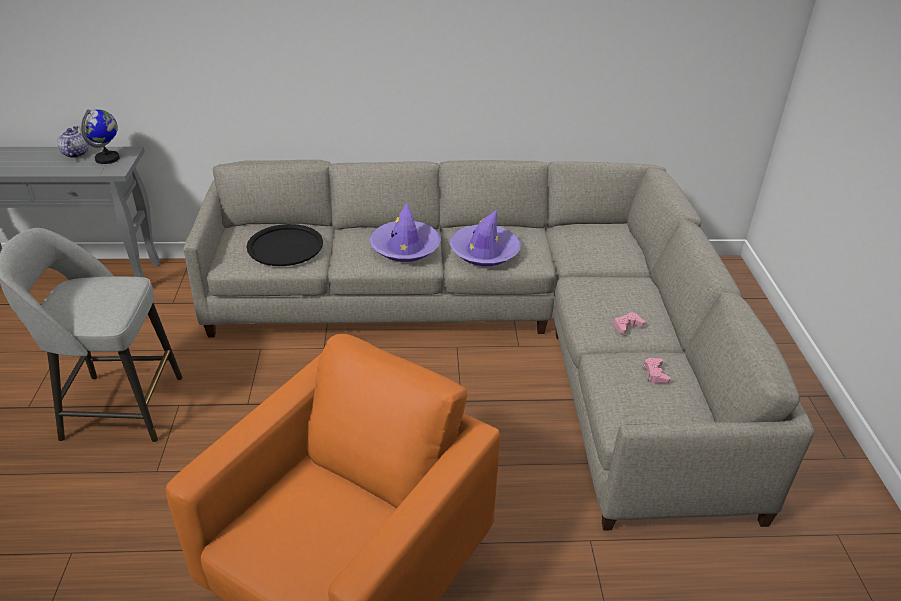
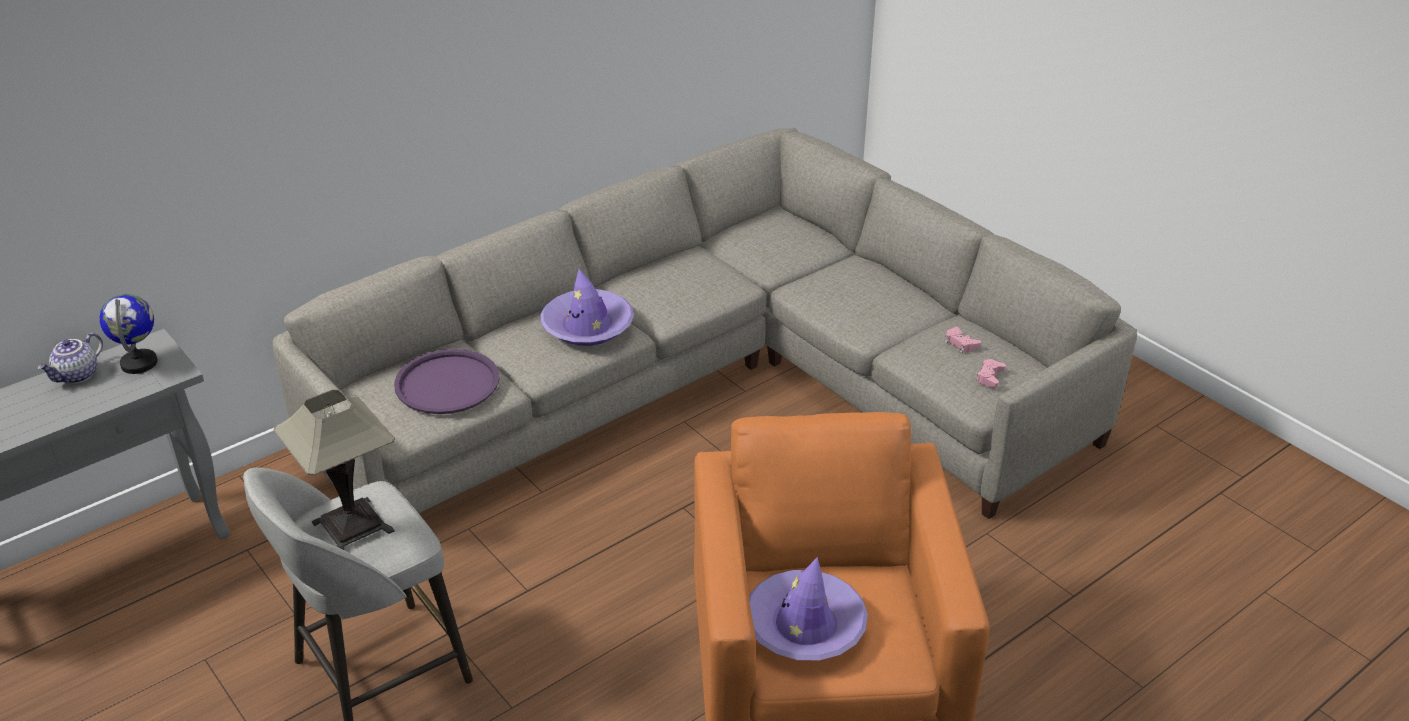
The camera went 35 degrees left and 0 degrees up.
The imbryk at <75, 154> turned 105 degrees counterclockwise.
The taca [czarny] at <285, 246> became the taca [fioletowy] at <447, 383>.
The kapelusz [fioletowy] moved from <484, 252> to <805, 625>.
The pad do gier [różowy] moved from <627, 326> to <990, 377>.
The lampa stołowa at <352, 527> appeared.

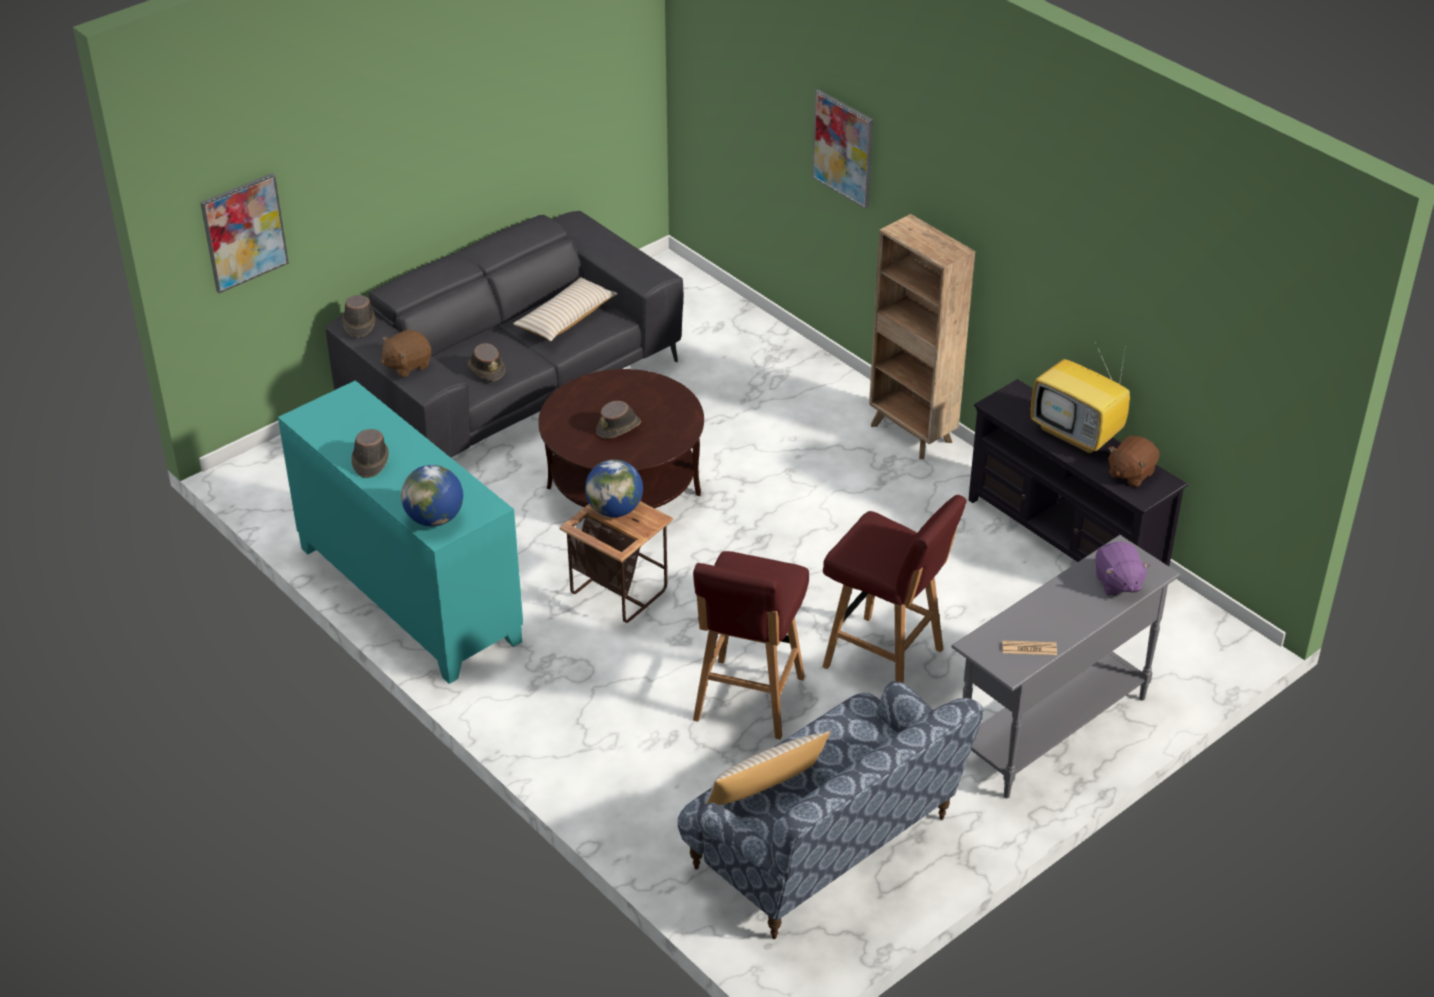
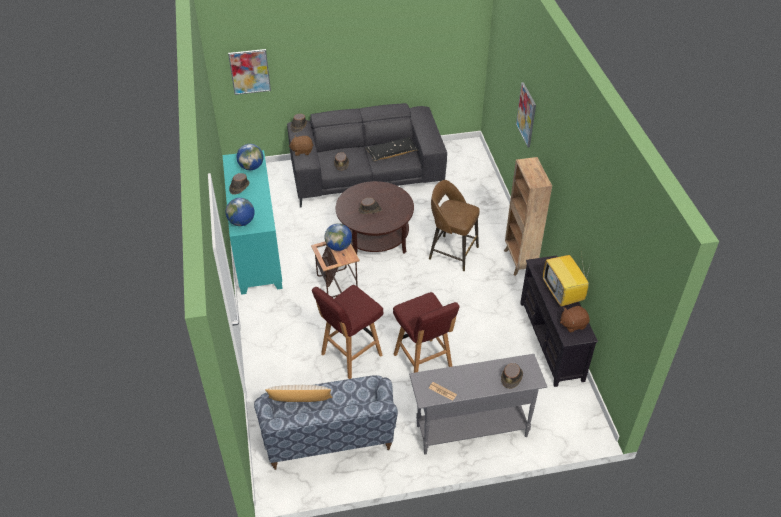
The camera went 30 degrees right and 5 degrees up.
The poduszka [beżowy] at <566, 318> became the poduszka [czarny] at <391, 153>.
The pluszak [fioletowy] at <1117, 583> was replaced by the kapelusz [brązowy] at <512, 377>.
The globus at <251, 167> appeared.
The stołek [brązowy] at <452, 252> appeared.

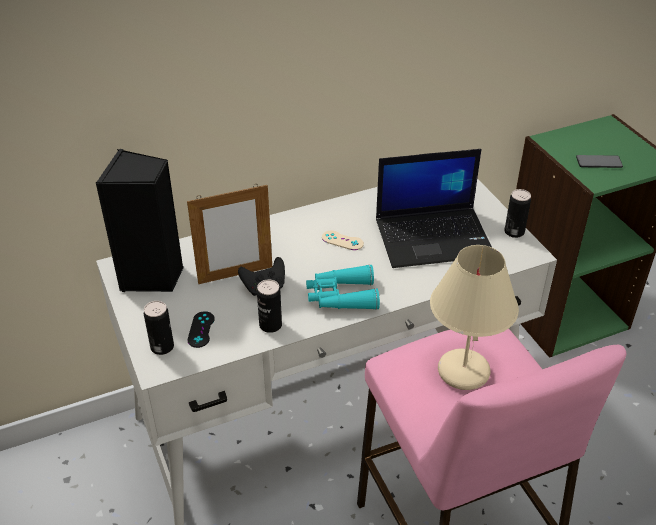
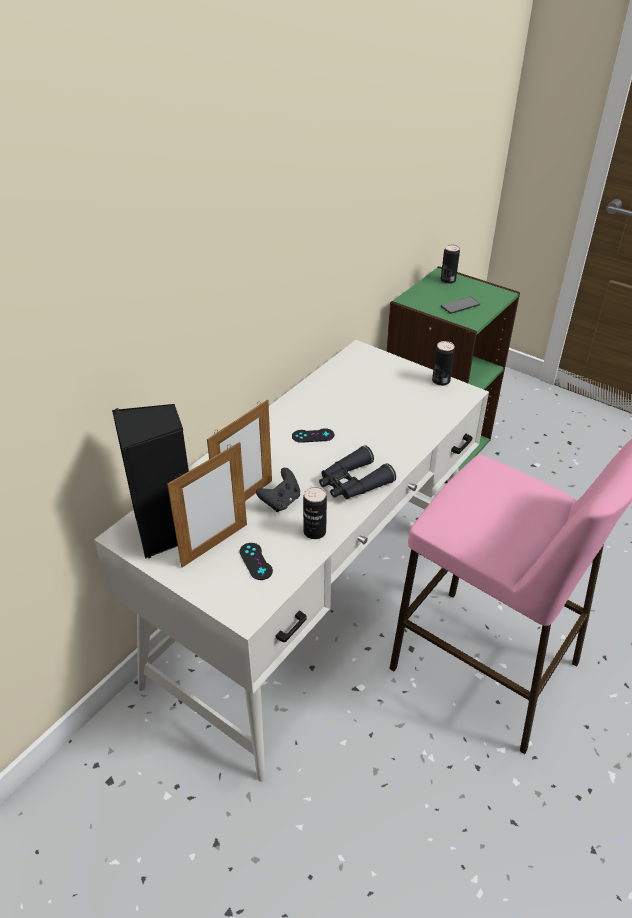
The camera went 30 degrees left and 0 degrees up.
The puszka moved from <162, 347> to <448, 280>.
The lornetka [turkusowy] at <341, 296> became the lornetka [czarny] at <353, 483>.
The pad do gier [beżowy] at <342, 240> became the pad do gier [czarny] at <313, 436>.
The laptop at <434, 237> disappeared.
The lampa stołowa [beżowy] at <462, 371> disappeared.
The ramka na zdjęcie at <214, 545> appeared.

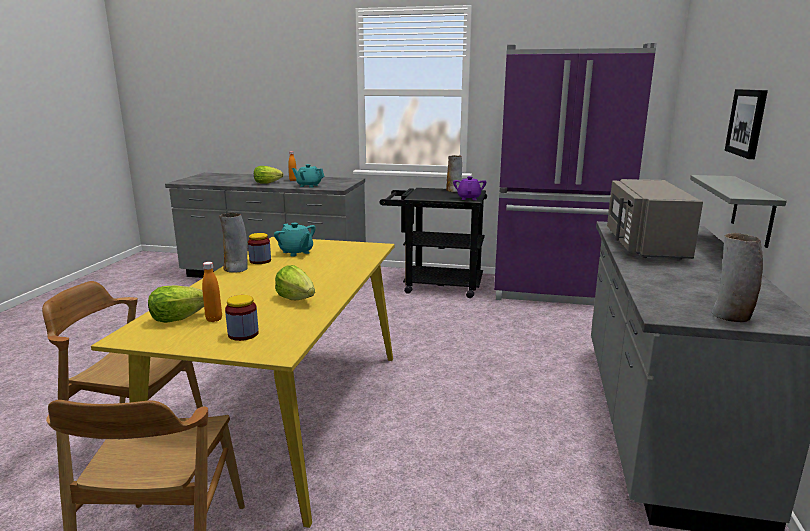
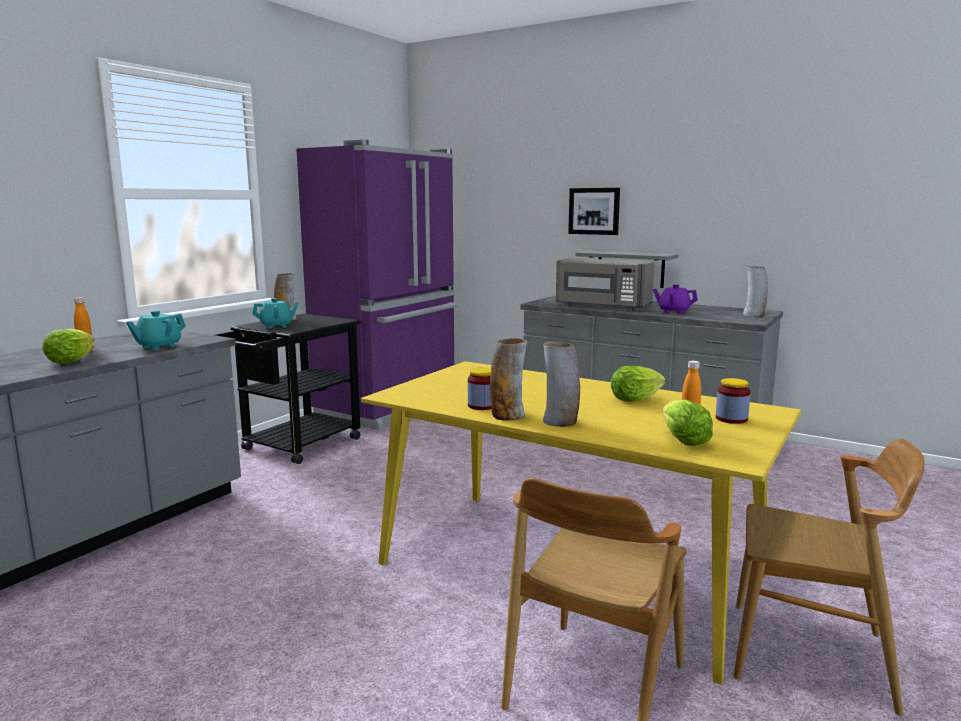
The camera went 70 degrees left and 5 degrees down.
The imbryk [turkusowy] moved from <296, 252> to <276, 326>.
The imbryk [fioletowy] moved from <469, 198> to <673, 312>.
The wazon at <560, 422> appeared.

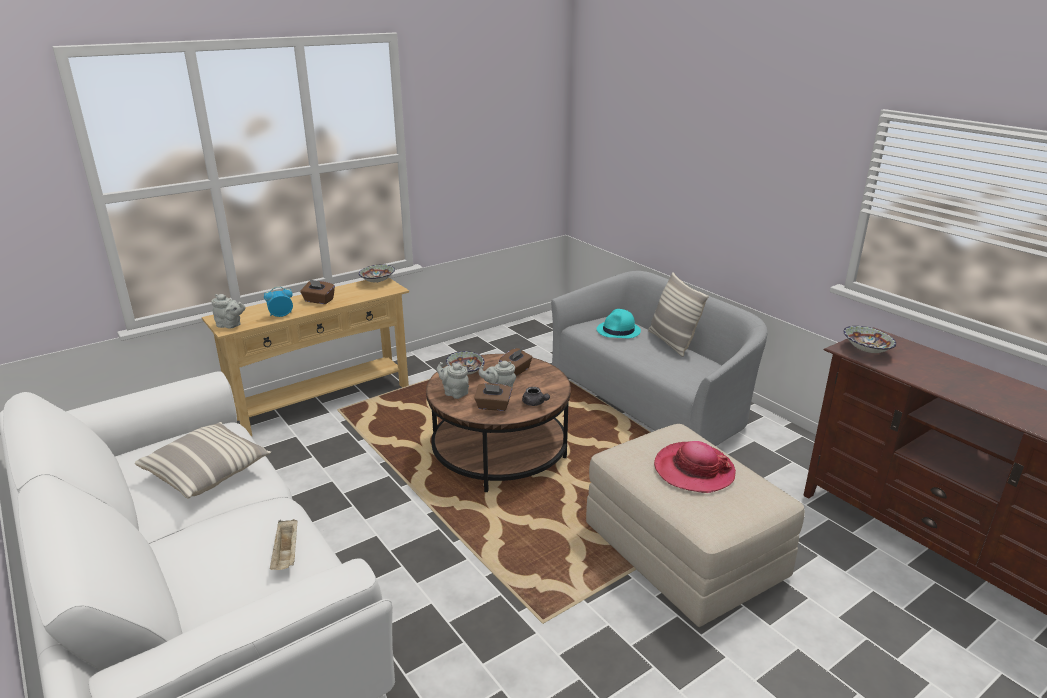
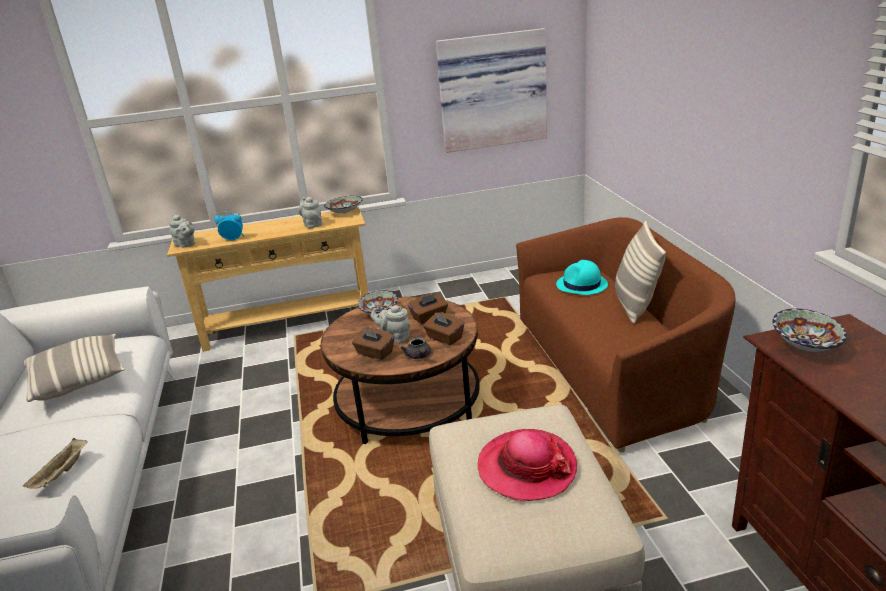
The camera went 25 degrees right and 0 degrees up.
The pudełko chusteczek [brązowy] moved from <318, 300> to <444, 338>.
The imbryk [szary] moved from <454, 393> to <312, 224>.
The kanapa [szary] at <652, 399> became the kanapa [brązowy] at <614, 369>.
The obraz at <492, 90> appeared.

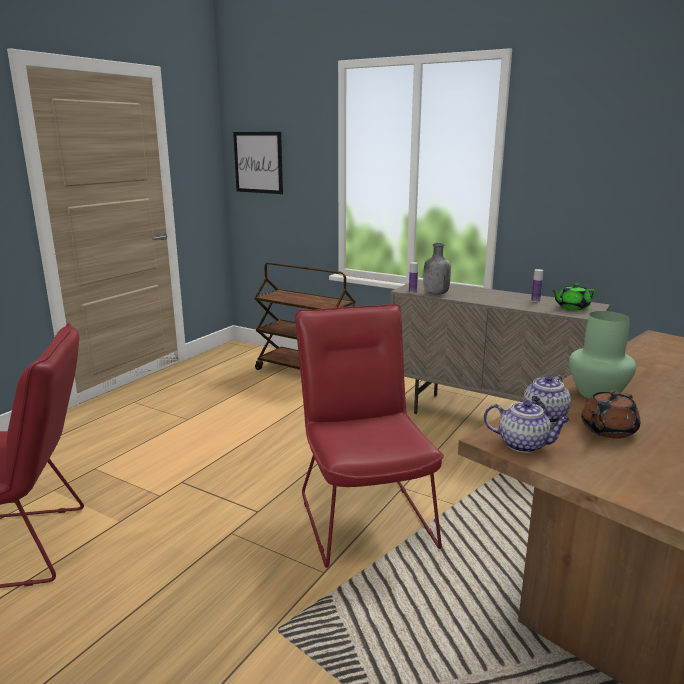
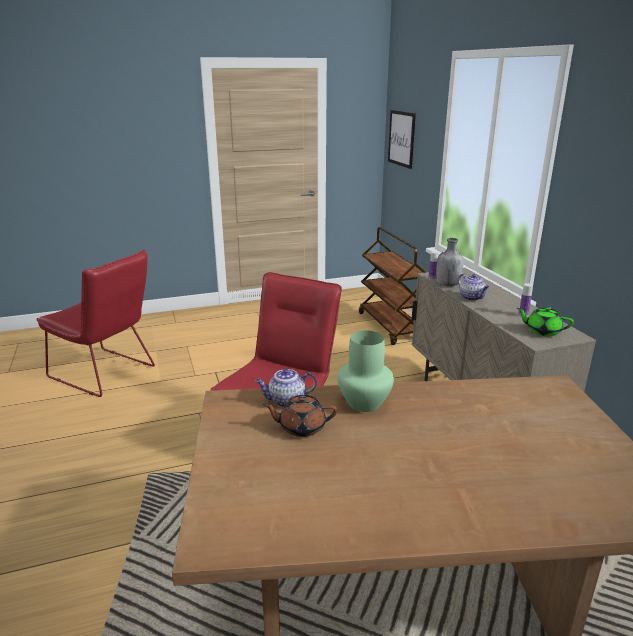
The camera went 40 degrees right and 5 degrees up.
The imbryk moved from <524, 444> to <472, 297>.

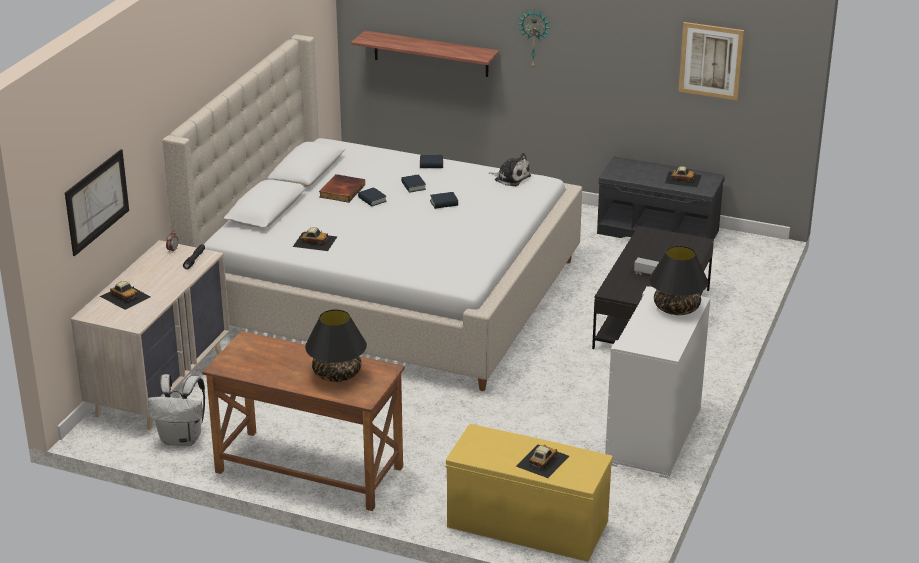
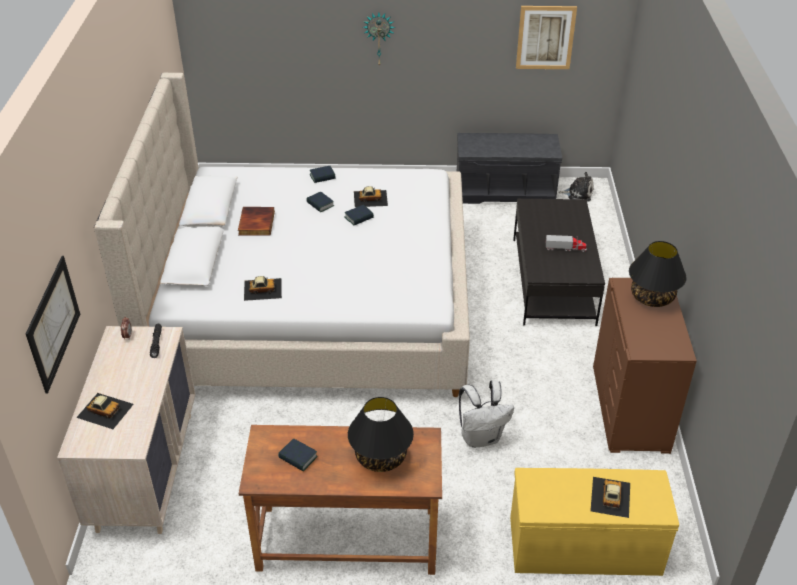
The camera went 20 degrees left and 10 degrees up.
The plecak [biały] moved from <182, 439> to <481, 437>.
The półka at <431, 54> disappeared.
The książka moved from <372, 200> to <298, 457>.
The pluszak moved from <511, 178> to <578, 193>.
The komoda [biały] at <655, 437> became the komoda [brązowy] at <631, 409>.
The samochodzik moved from <682, 179> to <370, 198>.

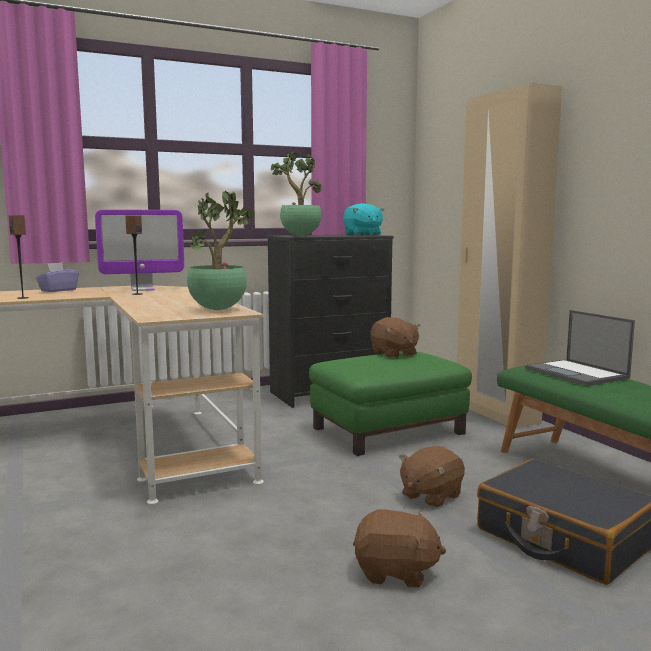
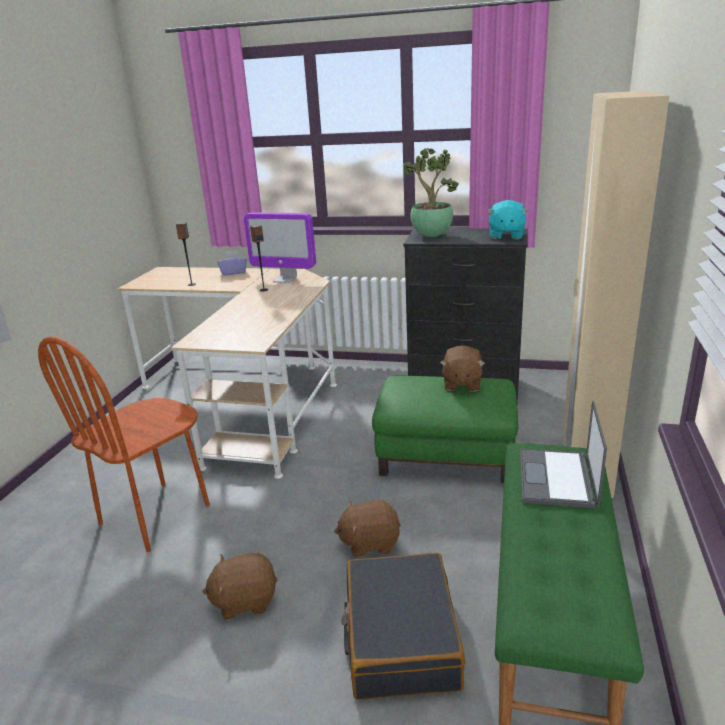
The camera went 40 degrees right and 15 degrees up.
The roślina doniczkowa at <219, 309> disappeared.
The pluszak [brązowy] at <395, 572> turned 120 degrees clockwise.
The krzesło [brązowy] at <155, 515> appeared.

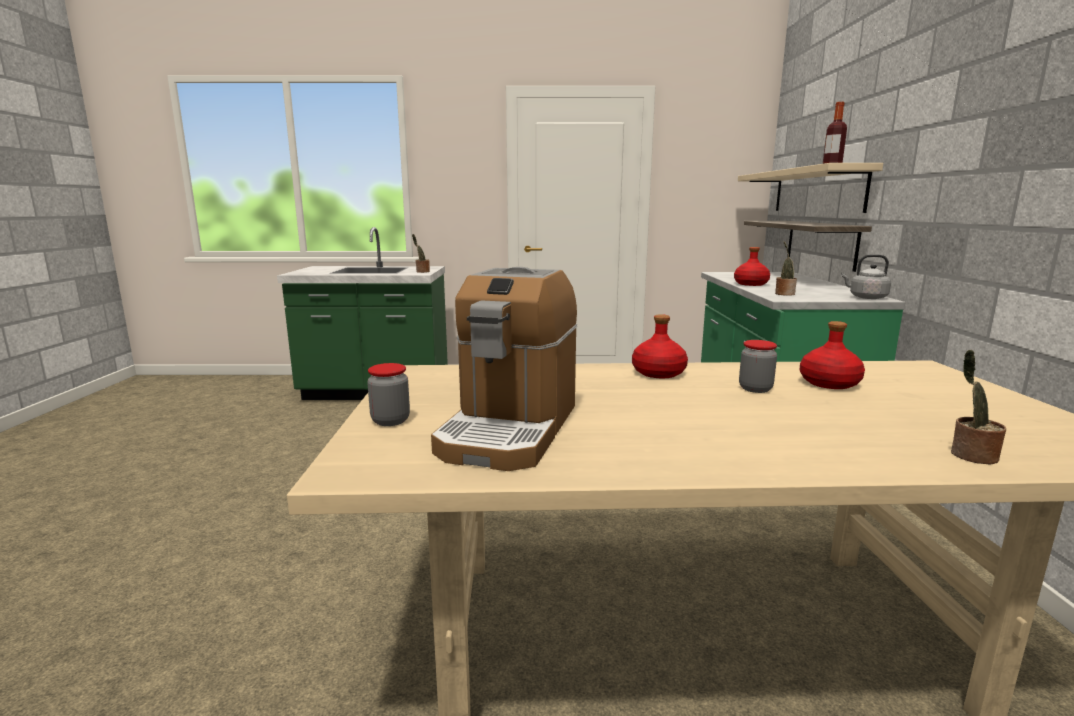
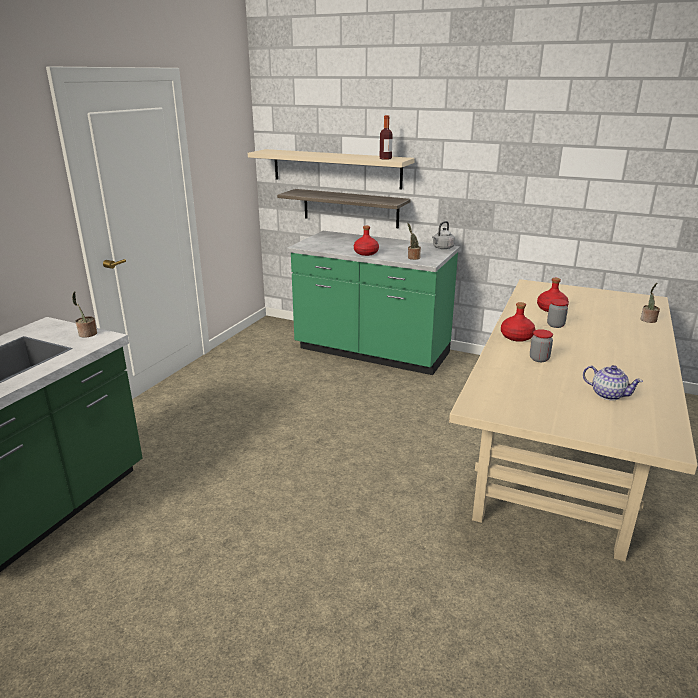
The camera went 65 degrees left and 10 degrees up.
The słoik moved from <390, 421> to <539, 359>.
The ekspres do kawy at <510, 429> was replaced by the imbryk at <608, 394>.

